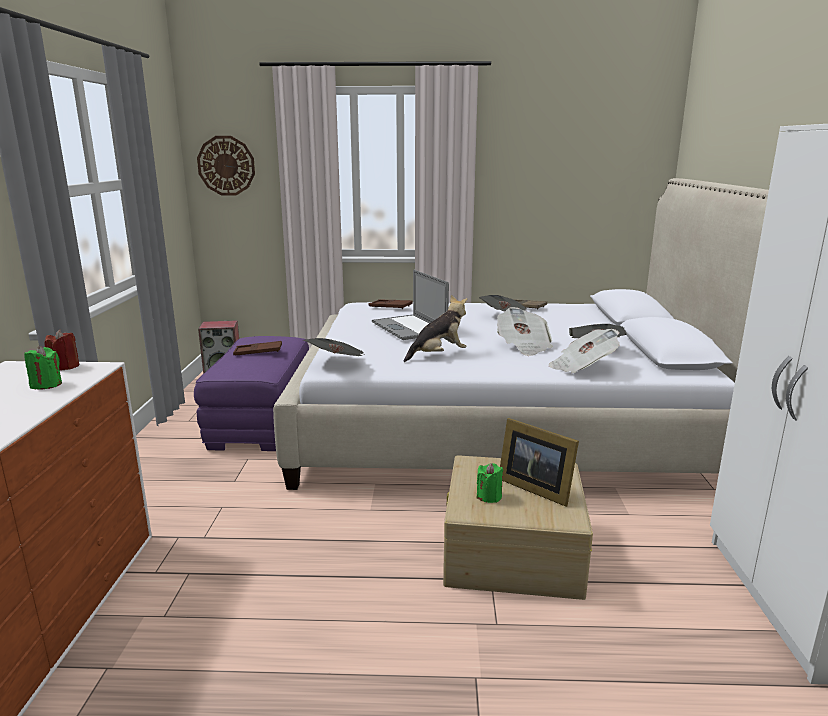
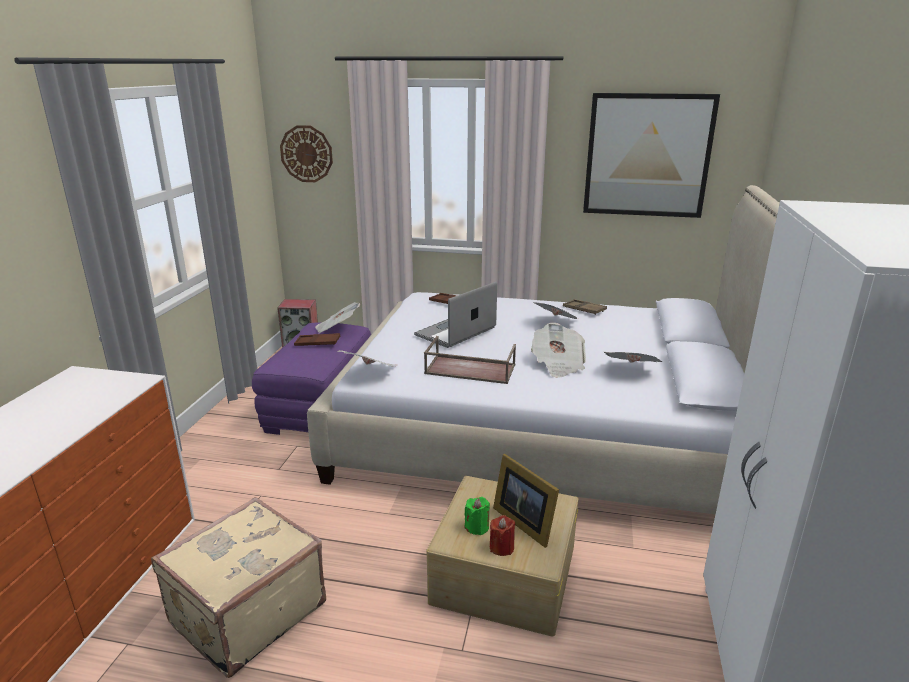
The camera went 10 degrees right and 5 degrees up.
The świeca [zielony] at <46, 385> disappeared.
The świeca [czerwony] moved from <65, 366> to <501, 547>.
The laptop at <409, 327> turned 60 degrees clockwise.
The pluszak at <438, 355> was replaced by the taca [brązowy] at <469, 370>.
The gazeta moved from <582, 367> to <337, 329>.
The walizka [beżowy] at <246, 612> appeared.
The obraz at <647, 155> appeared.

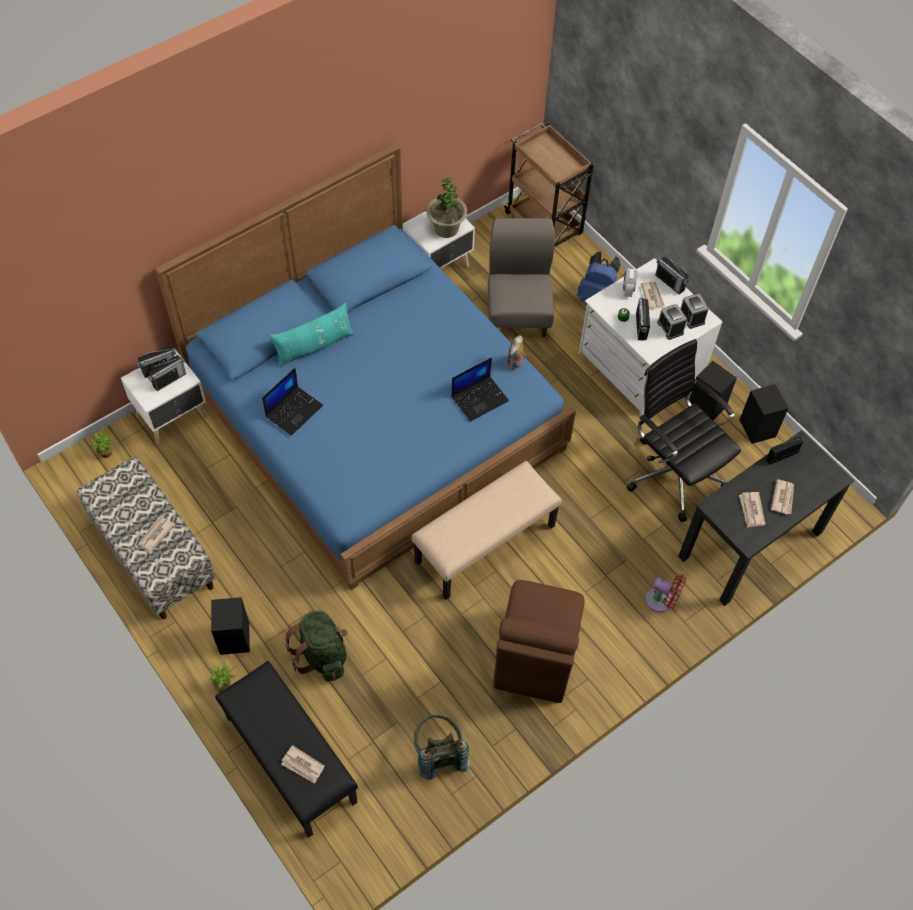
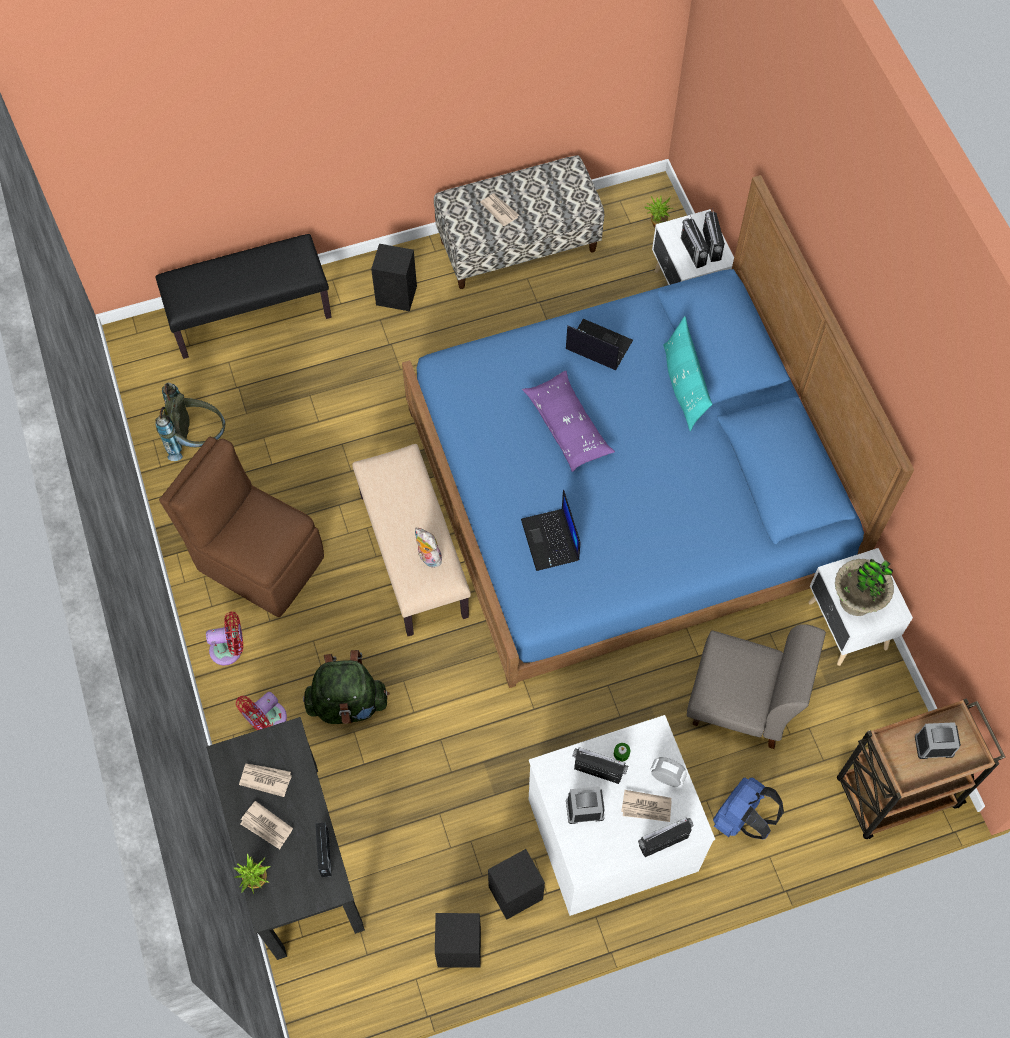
The camera went 110 degrees right and 5 degrees up.
The roślina doniczkowa moved from <225, 684> to <257, 883>.
The laptop at <294, 410> turned 150 degrees clockwise.
The gazeta at <303, 765> disappeared.
The plecak [zielony] moved from <322, 654> to <348, 703>.
The pluszak moved from <515, 364> to <428, 557>.
The krzesło biurowe [czarny] at <673, 472> disappeared.
The budzik moved from <691, 317> to <934, 745>.
The wentylator [czerwony] at <229, 649> appeared.
The poduszka [fioletowy] at <568, 426> appeared.

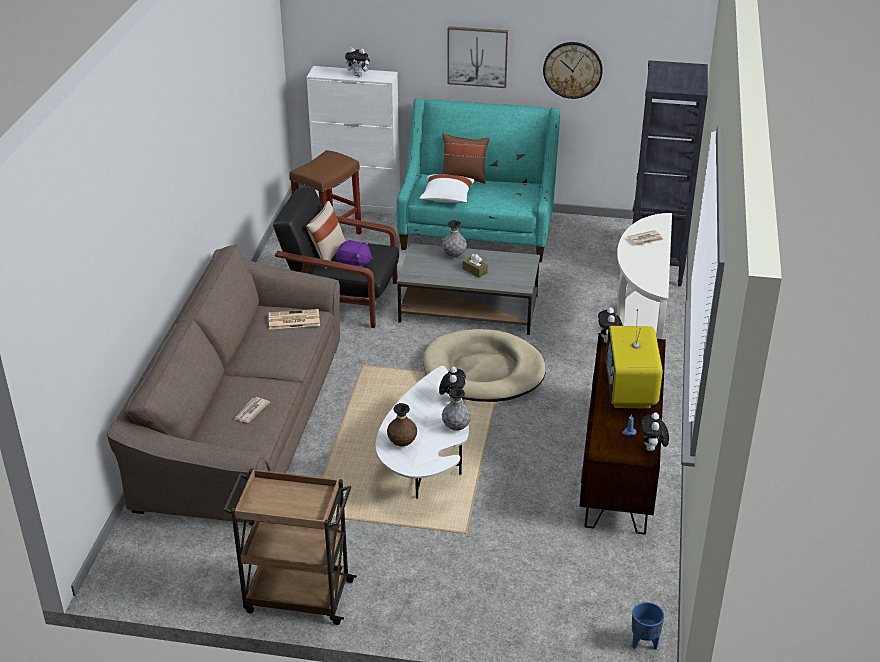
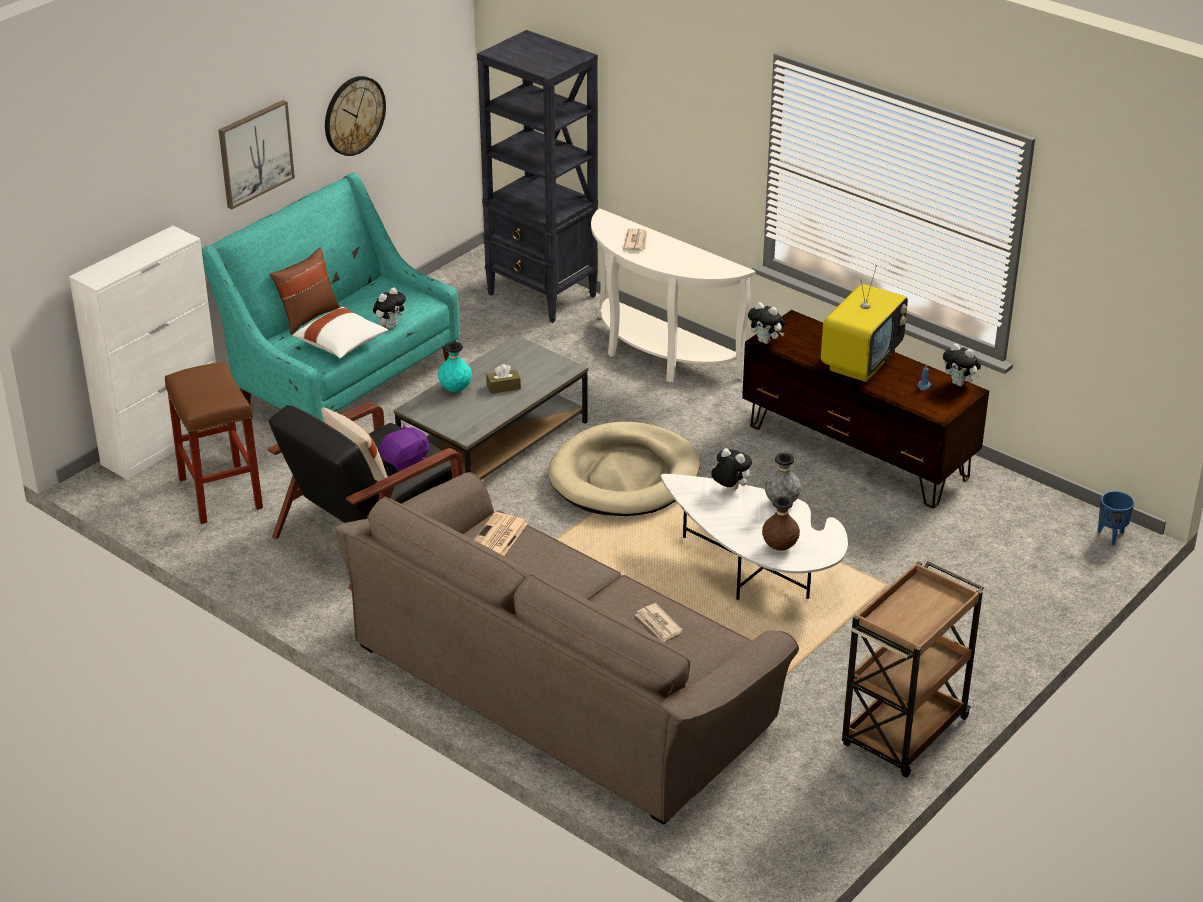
The camera went 60 degrees left and 0 degrees up.
The pluszak moved from <358, 75> to <390, 325>.
The wazon [szary] at <454, 255> became the wazon [turkusowy] at <455, 389>.
The telewizor at <630, 392> turned 90 degrees counterclockwise.

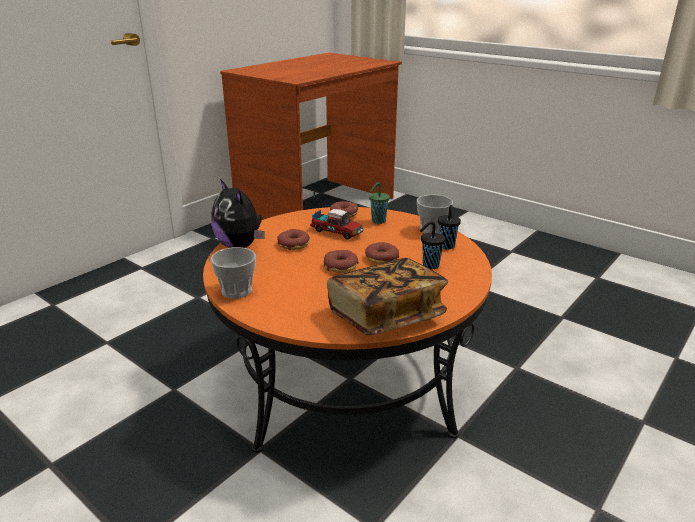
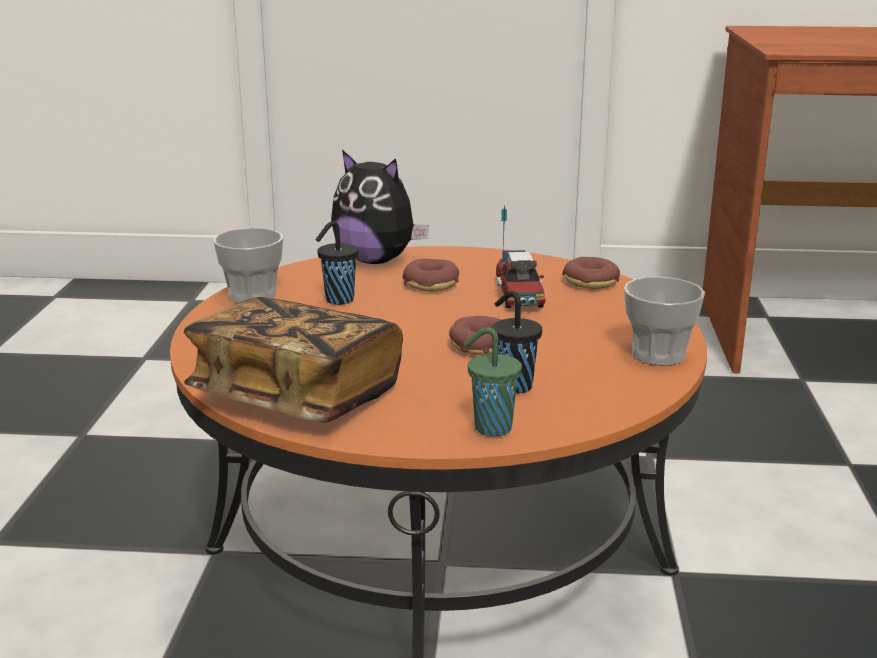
The camera went 55 degrees right and 5 degrees down.
The pluszak at <240, 246> turned 75 degrees counterclockwise.
The donut at <340, 266> disappeared.
The filiżanka [zielony] moved from <377, 221> to <490, 428>.
The filiżanka [czarny] moved from <447, 247> to <338, 300>.

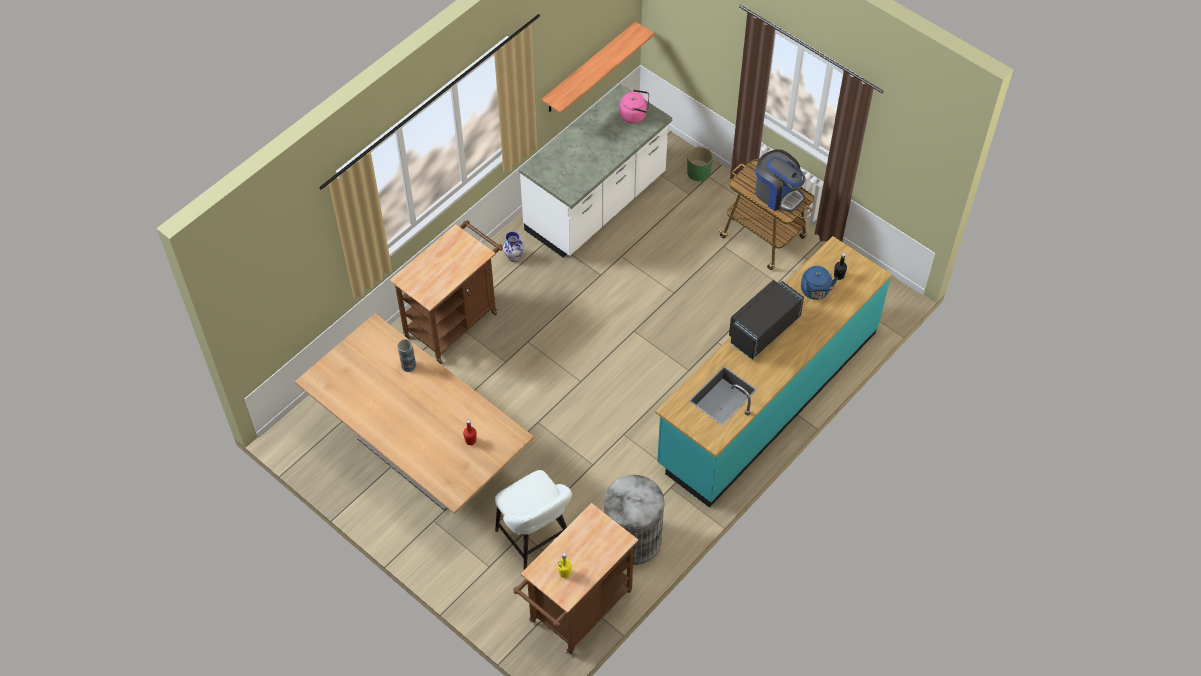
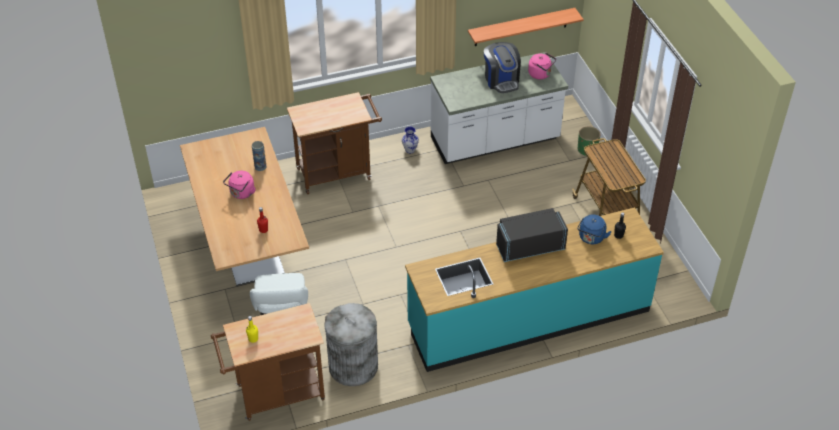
The camera went 30 degrees right and 10 degrees down.
The ekspres do kawy moved from <777, 194> to <501, 80>.
The czajnik [różowy] at <241, 193> appeared.

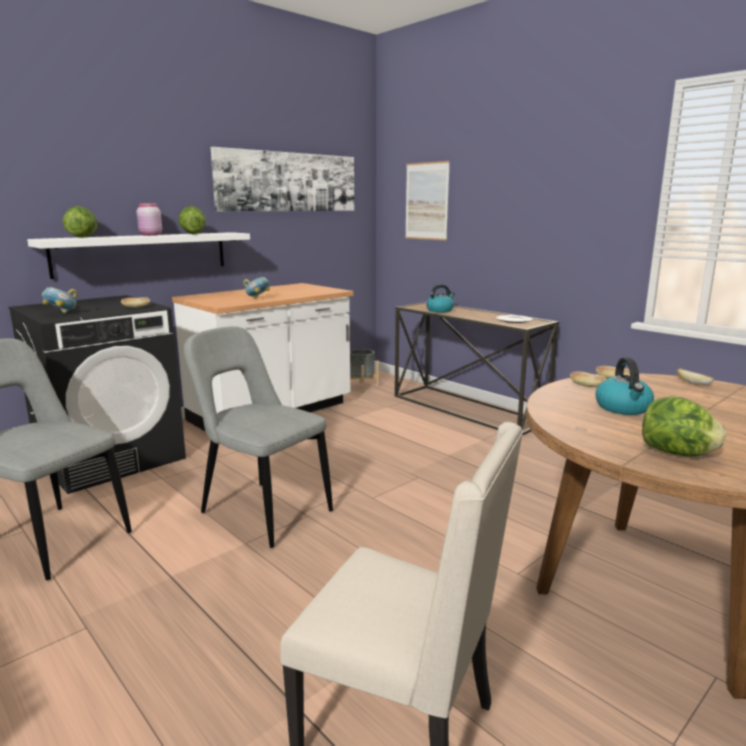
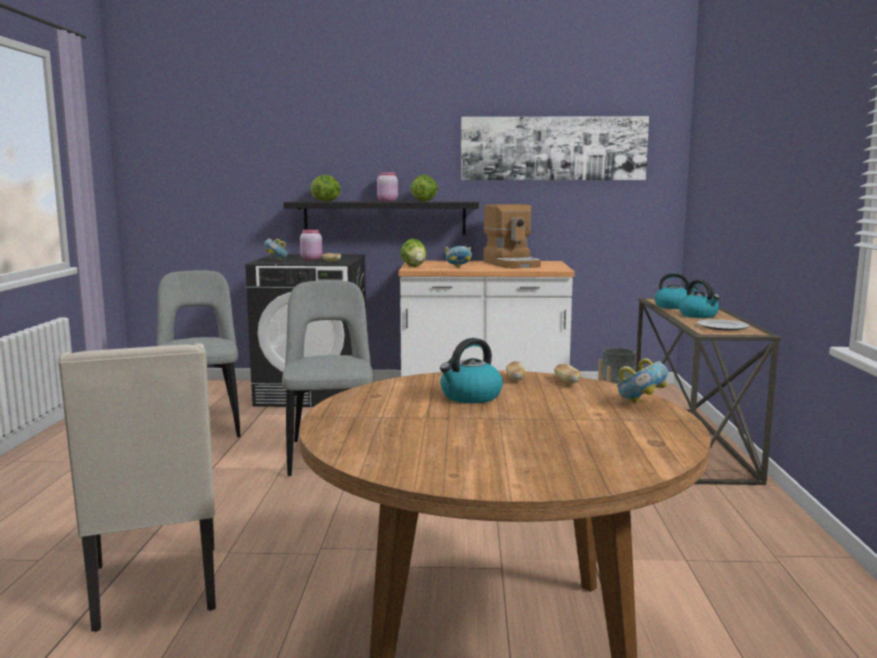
The camera went 45 degrees right and 5 degrees down.
The półka [biały] at <143, 253> became the półka [czarny] at <384, 218>.
The obraz at <426, 201> disappeared.
The sałata moved from <676, 453> to <414, 266>.
The chleb at <693, 383> was replaced by the miska at <640, 404>.
The słoik [różowy] at <311, 259> appeared.
The ekspres do kawy at <512, 264> appeared.
The czajnik at <699, 315> appeared.

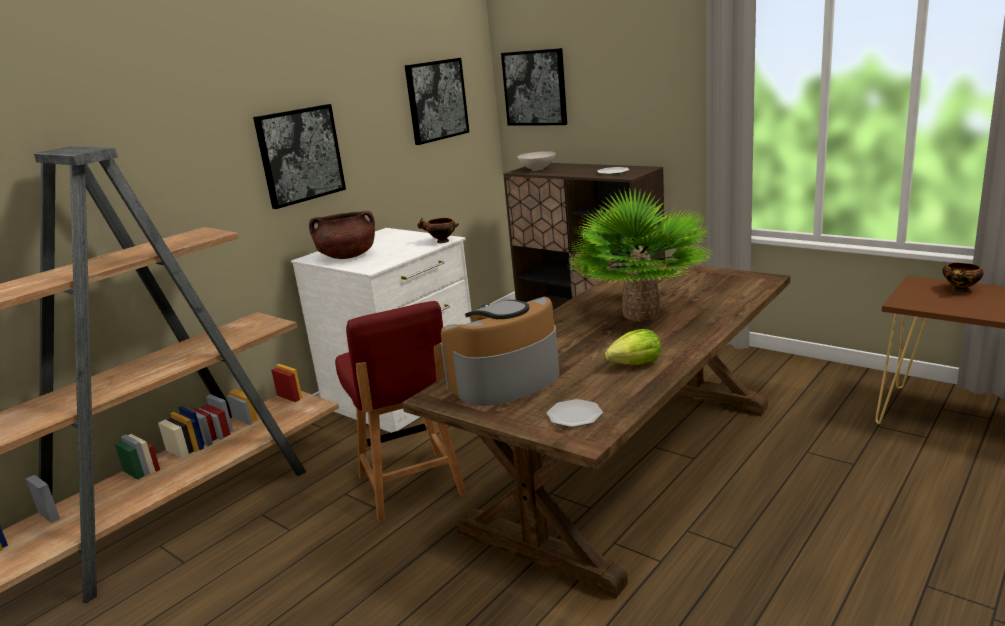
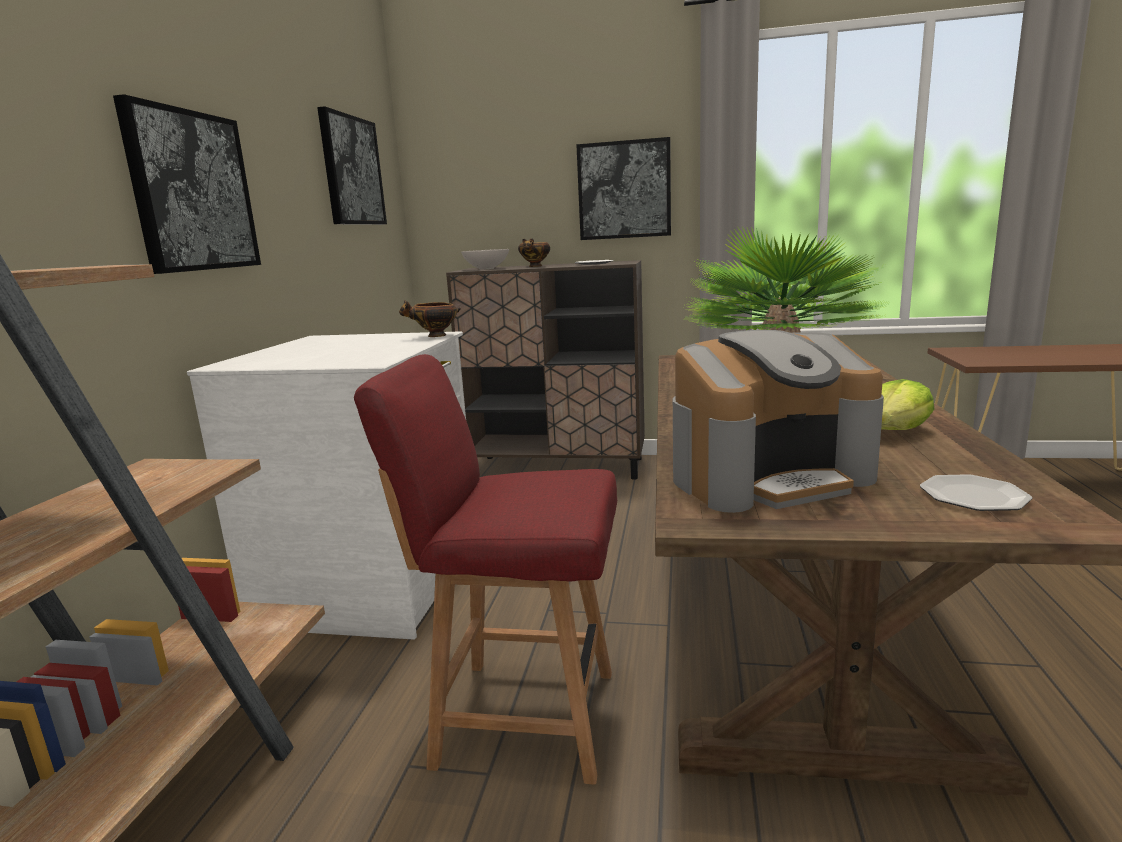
The camera went 30 degrees left and 5 degrees down.
The garnek [brązowy] at <347, 256> disappeared.
The krzesło [czerwony] at <411, 487> turned 150 degrees clockwise.
The ekspres do kawy at <505, 381> turned 135 degrees counterclockwise.
The obraz moved from <535, 88> to <624, 190>.
The miska moved from <960, 291> to <535, 266>.

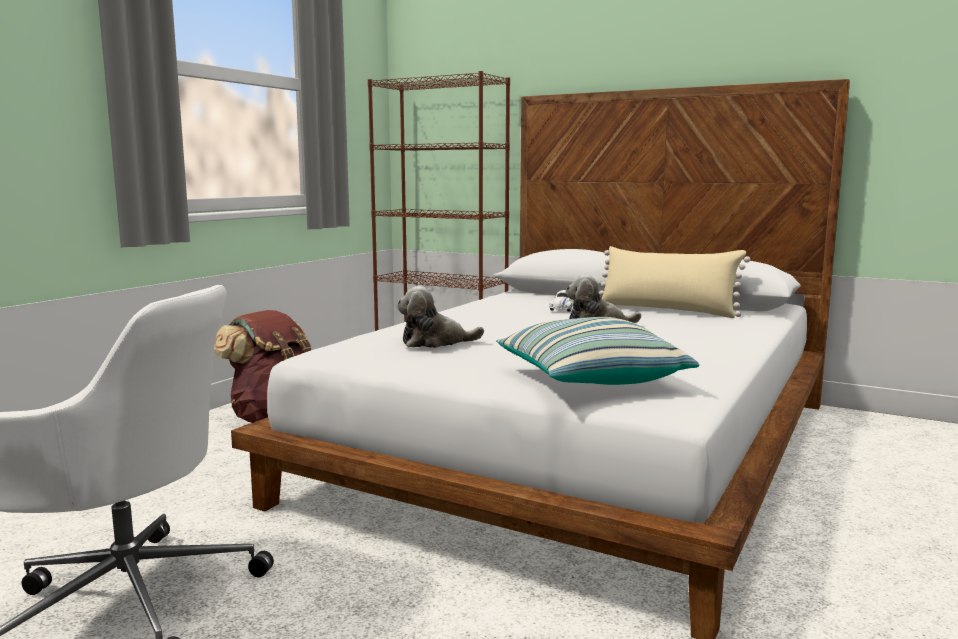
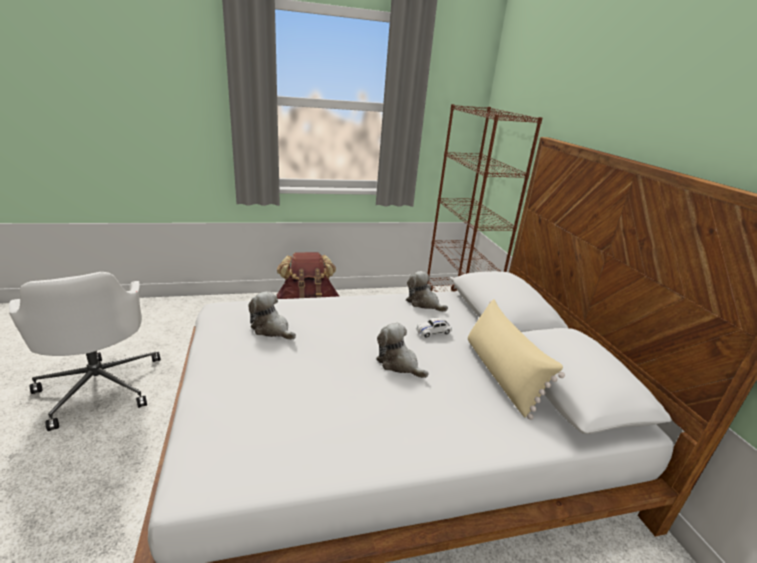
The camera went 45 degrees right and 15 degrees up.
The poduszka at <589, 381> disappeared.
The pluszak at <423, 303> appeared.

